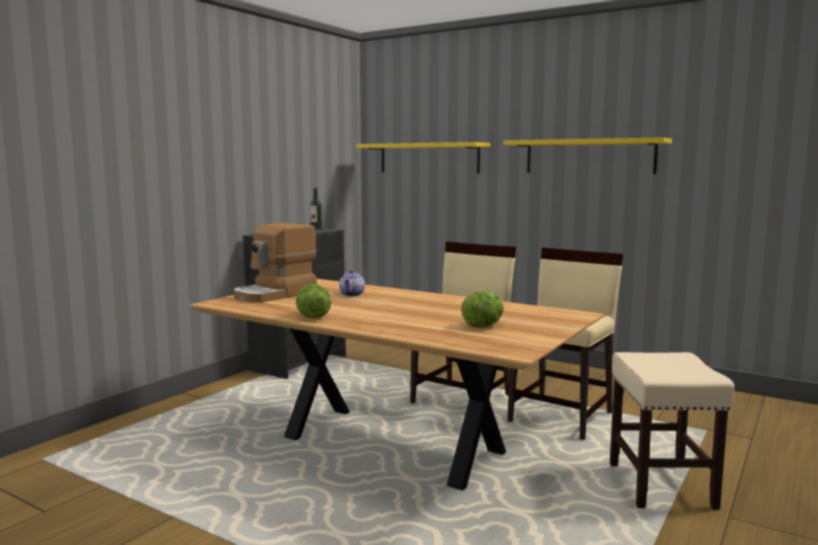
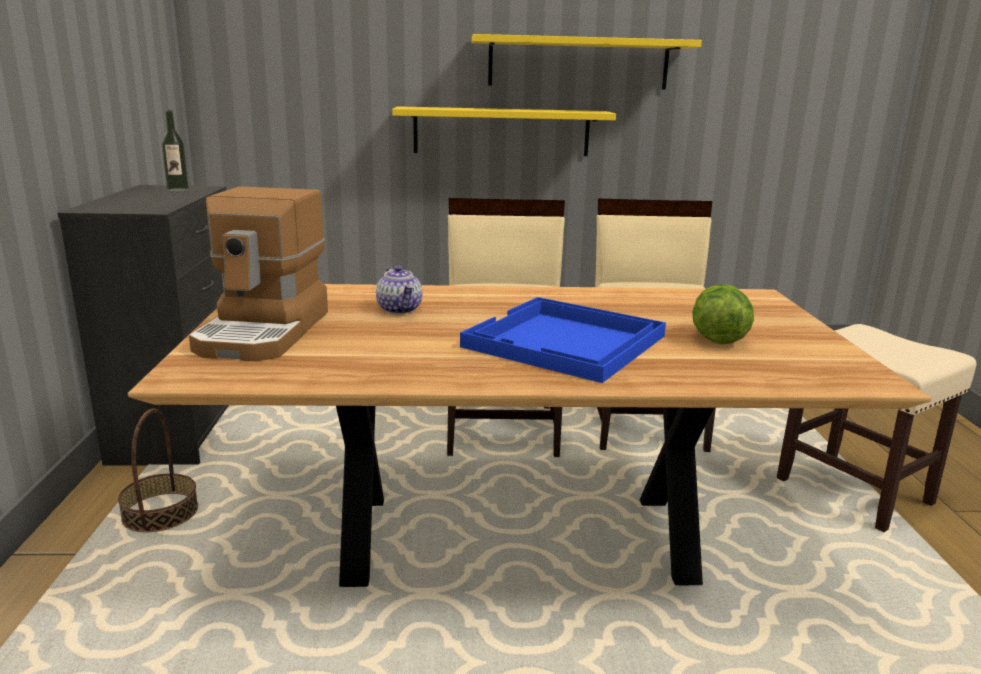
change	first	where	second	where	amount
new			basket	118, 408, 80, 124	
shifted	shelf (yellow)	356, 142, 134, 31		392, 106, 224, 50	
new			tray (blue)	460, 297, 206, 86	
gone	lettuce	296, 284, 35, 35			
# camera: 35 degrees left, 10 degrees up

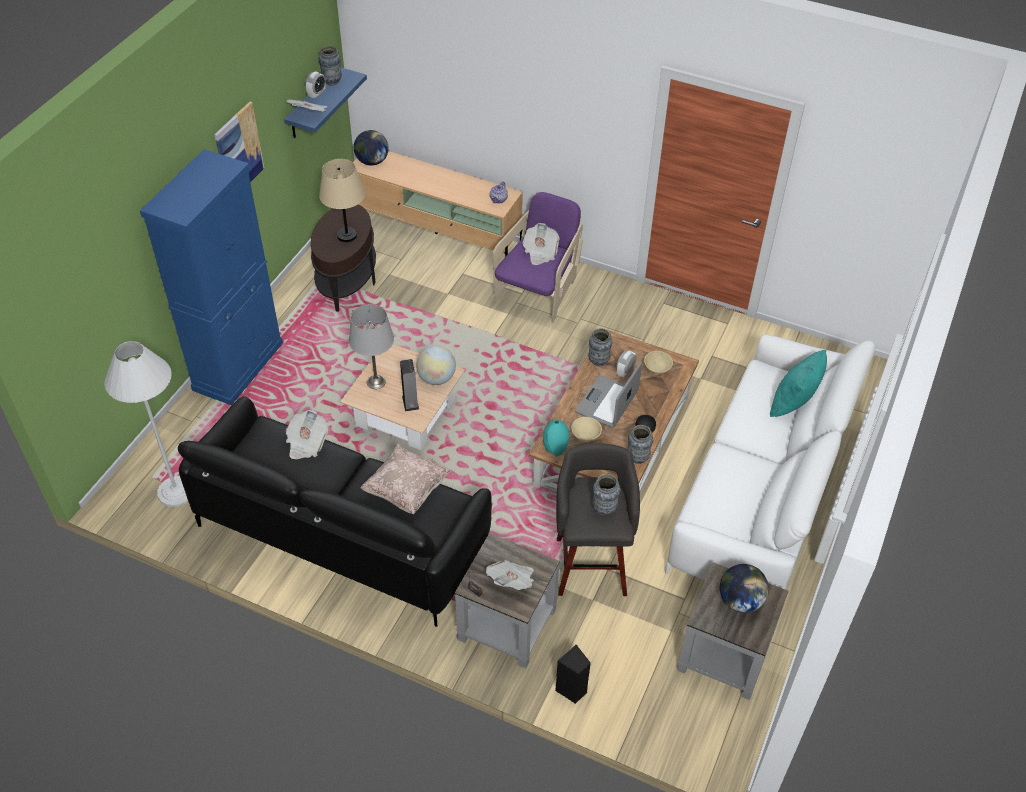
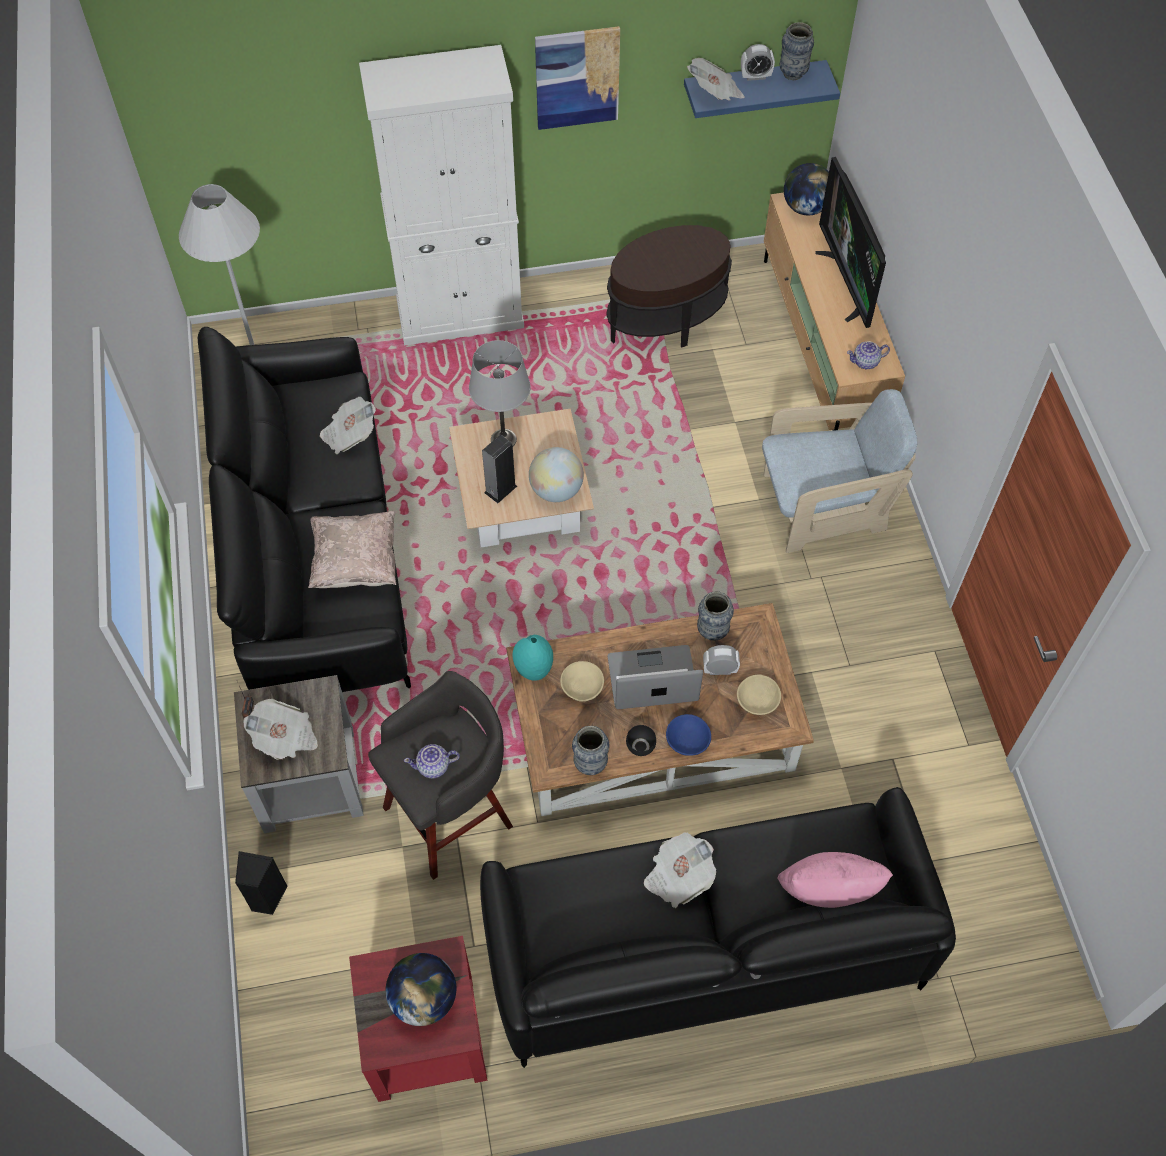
change	first	where	second	where	amount
repainted	side table (grey)	677, 562, 112, 138	side table (red)	349, 936, 138, 166	
repainted	cabinet (blue)	140, 149, 143, 256	cabinet (white)	359, 45, 165, 301	
swapped	vase	592, 474, 28, 41	teapot	404, 744, 56, 34	
repainted	sofa (white)	665, 335, 210, 255	sofa (black)	480, 787, 476, 281	
shifted	newspaper	522, 223, 38, 42		644, 833, 72, 75	
new			bowl (blue)	666, 714, 45, 42	
repainted	armchair (purple)	493, 192, 90, 131	armchair (beige)	762, 389, 155, 164	
repainted	pillow (turquoise)	770, 350, 57, 67	pillow (pink)	777, 852, 116, 56	
new			television	816, 157, 70, 171	
gone	table lamp (beige)	319, 159, 46, 83			
# camera: 55 degrees right, 10 degrees up

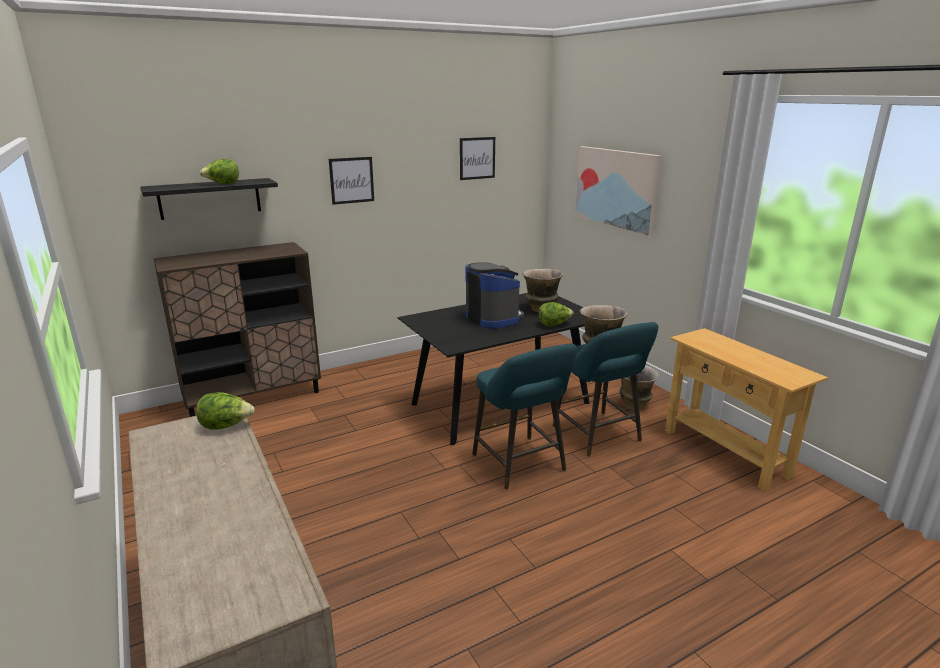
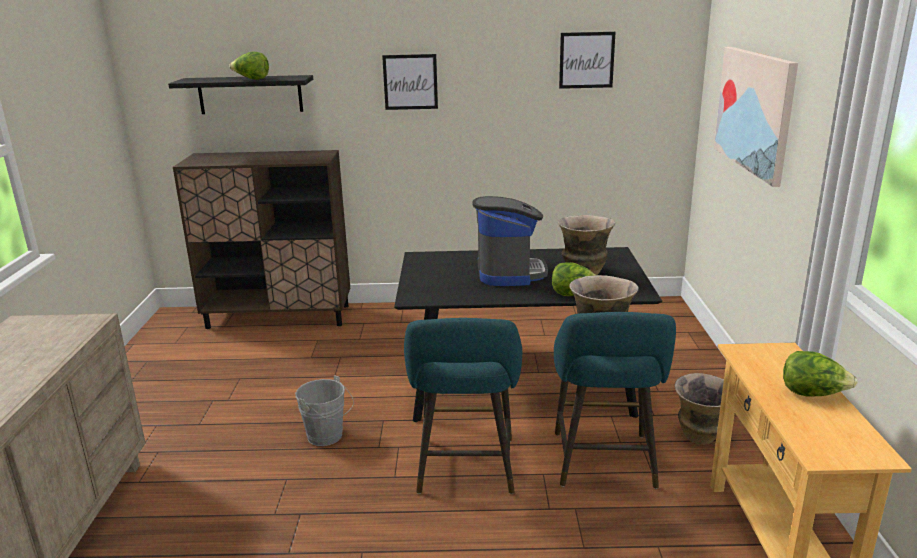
change	first	where	second	where	amount
new			bucket (grey)	295, 375, 59, 71	
shifted	lettuce	196, 392, 59, 38		783, 351, 75, 45	
# camera: 30 degrees right, 0 degrees up

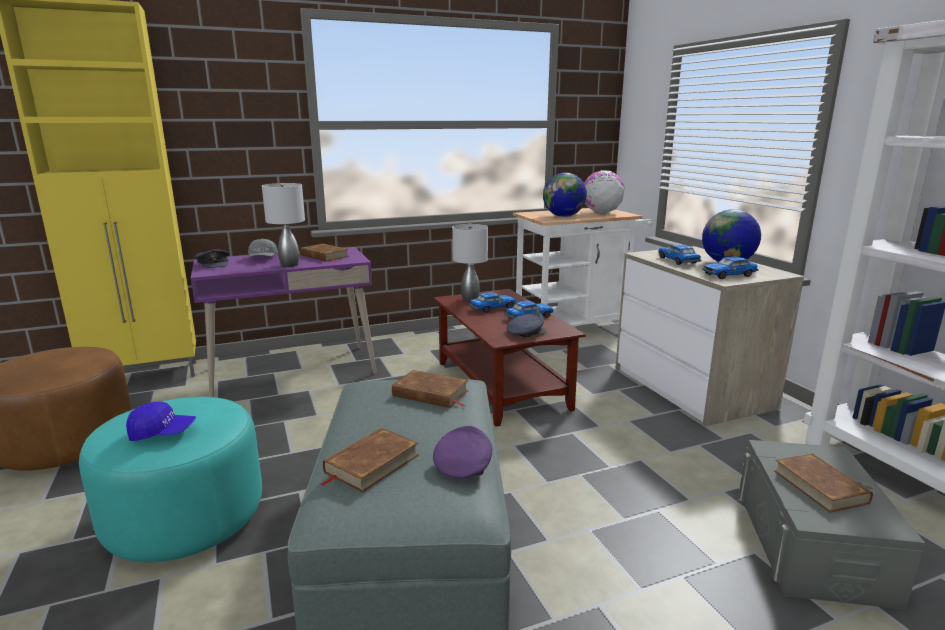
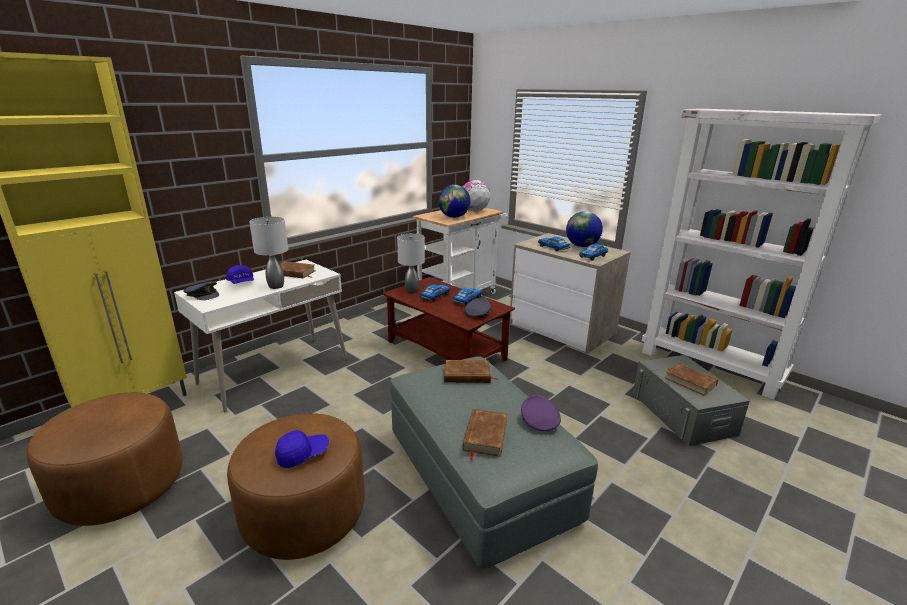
change	first	where	second	where	amount
repainted	desk (purple)	191, 247, 186, 150	desk (white)	174, 260, 173, 152	
repainted	cap (grey)	248, 239, 30, 18	cap (blue)	226, 265, 28, 19	
repainted	ottoman (turquoise)	79, 397, 183, 165	ottoman (brown)	227, 413, 138, 147	
# camera: 25 degrees left, 5 degrees up

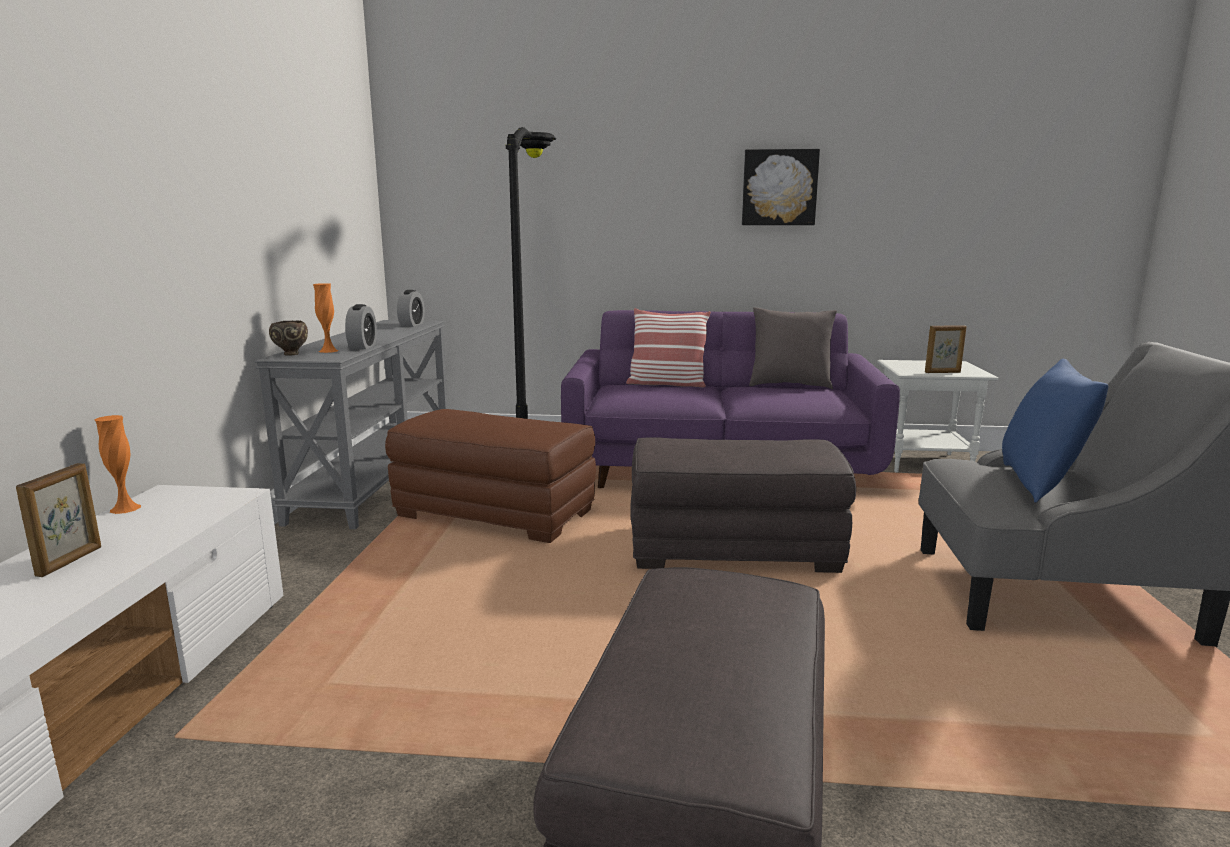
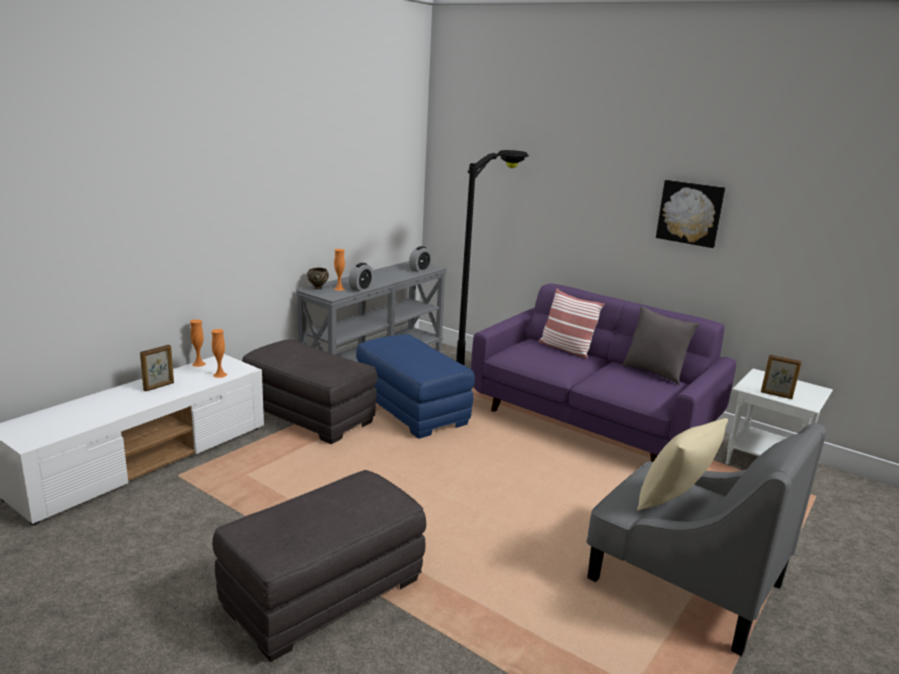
change	first	where	second	where	amount
new			vase (orange)	211, 329, 16, 49	
shifted	ottoman (grey)	630, 437, 226, 136		242, 340, 135, 104	
repainted	ottoman (brown)	385, 409, 211, 134	ottoman (blue)	356, 335, 119, 104	
repainted	pillow (blue)	1002, 359, 106, 144	pillow (beige)	637, 418, 91, 93	
# camera: 30 degrees right, 5 degrees up

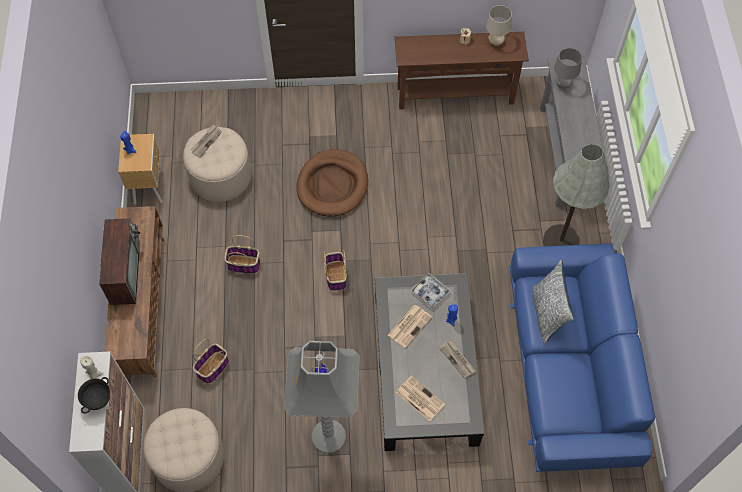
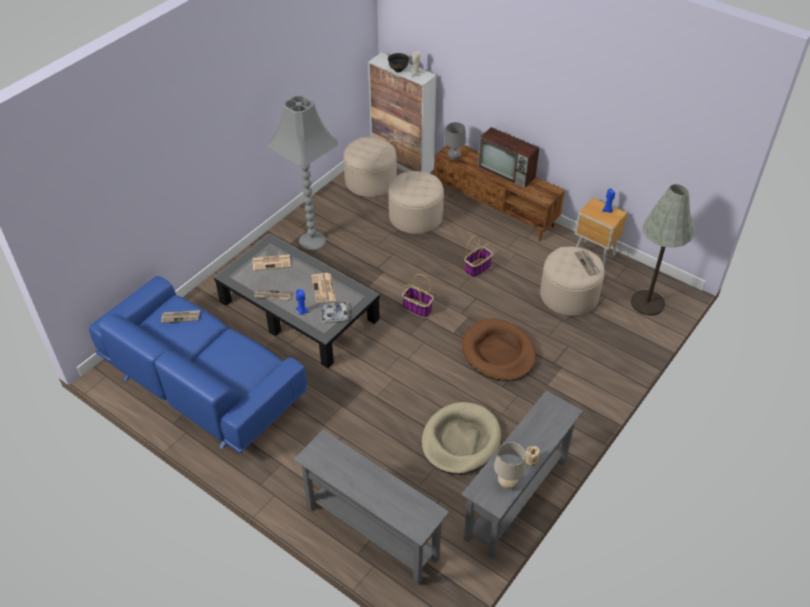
change	first	where	second	where	amount
new			newspaper	161, 310, 39, 13	
swapped	basket	193, 339, 36, 45	ottoman (beige)	389, 171, 55, 63	
new			dog bed (beige)	422, 402, 79, 72	
shifted	table lamp (grey)	554, 48, 28, 40		444, 122, 22, 38	
repainted	console table (brown)	395, 32, 134, 77	console table (grey)	461, 390, 122, 169	
shifted	floor lamp (grey)	543, 144, 66, 102		631, 184, 63, 132	
gone	pillow	533, 260, 41, 84			
# camera: 130 degrees right, 15 degrees down

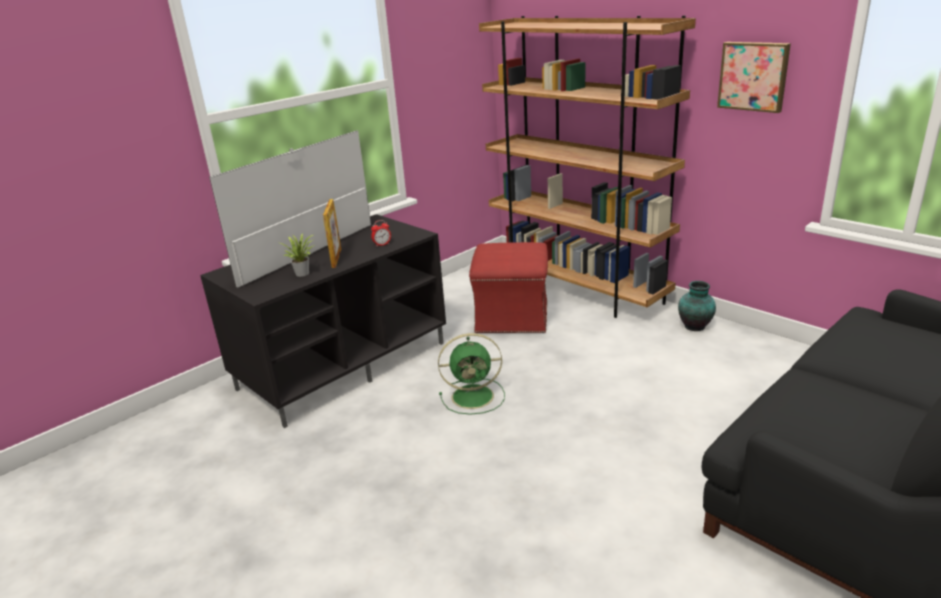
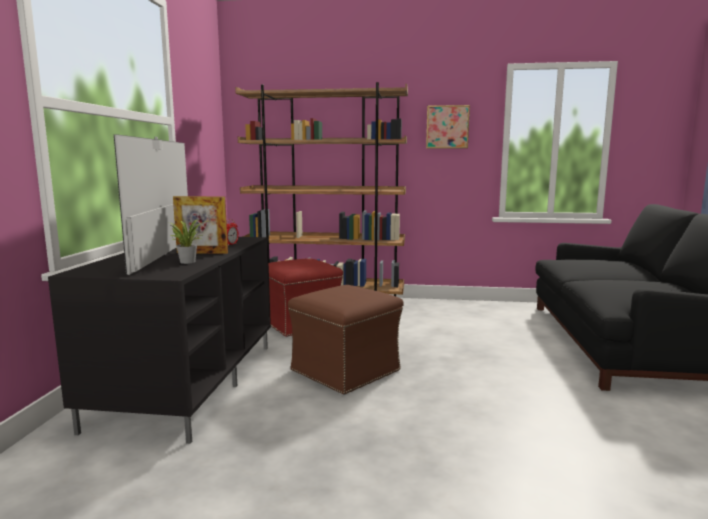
change	first	where	second	where	amount
rotated	picture frame	323, 199, 18, 69		173, 196, 55, 58	135 degrees clockwise
swapped	fan (green)	438, 333, 67, 82	ottoman (brown)	288, 285, 116, 110	
gone	vase	678, 281, 38, 50			
# camera: 40 degrees left, 15 degrees down

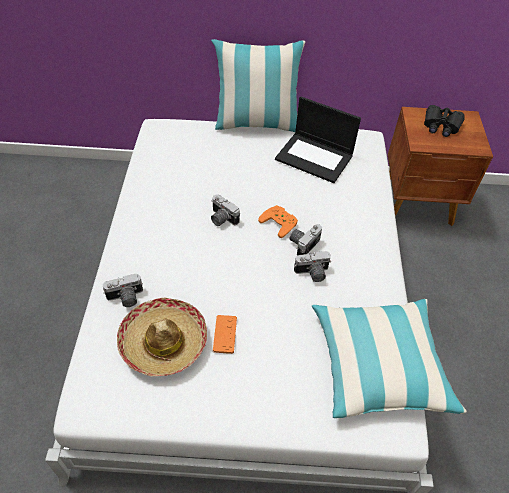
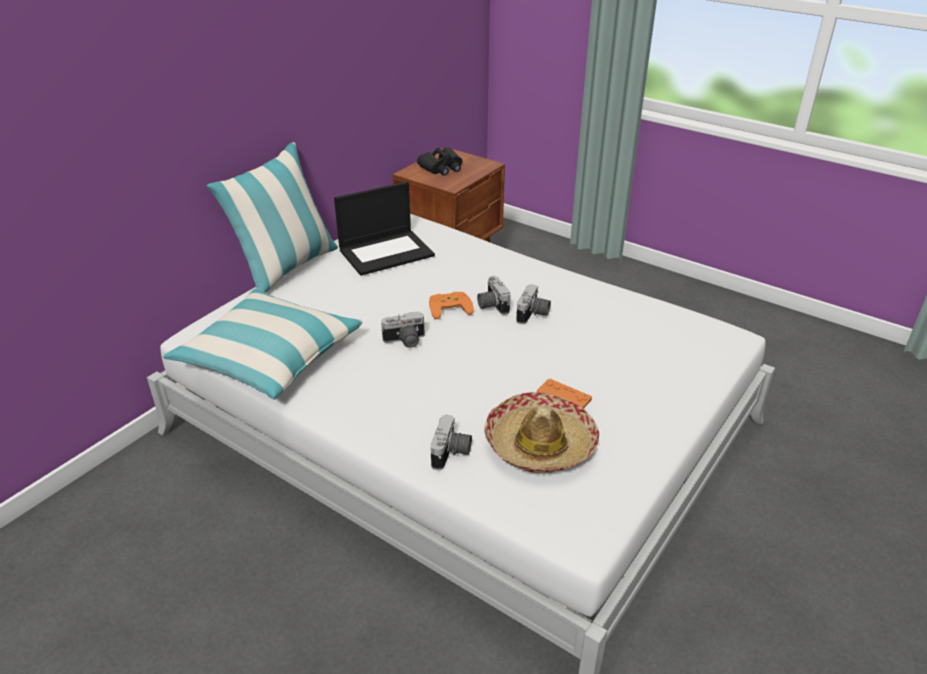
change	first	where	second	where	amount
shifted	pillow	312, 299, 155, 119		163, 288, 199, 111	
# camera: 55 degrees left, 15 degrees down

